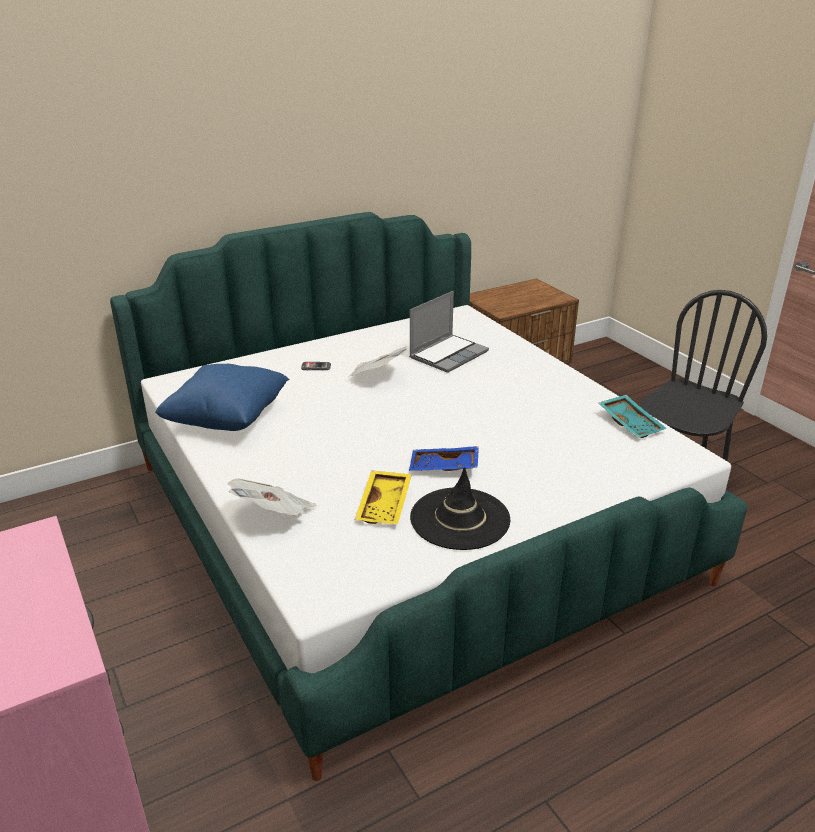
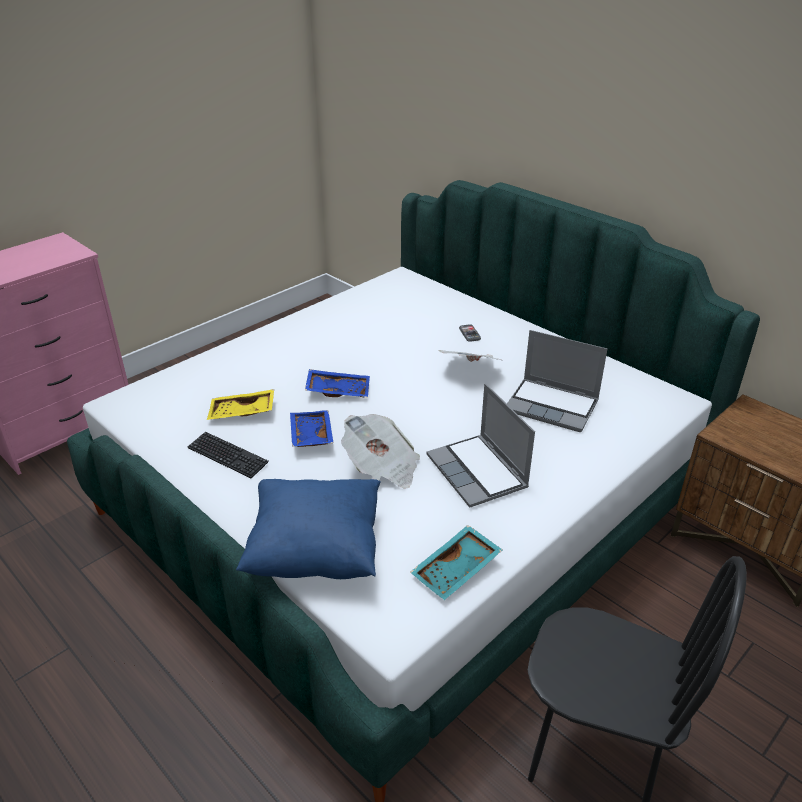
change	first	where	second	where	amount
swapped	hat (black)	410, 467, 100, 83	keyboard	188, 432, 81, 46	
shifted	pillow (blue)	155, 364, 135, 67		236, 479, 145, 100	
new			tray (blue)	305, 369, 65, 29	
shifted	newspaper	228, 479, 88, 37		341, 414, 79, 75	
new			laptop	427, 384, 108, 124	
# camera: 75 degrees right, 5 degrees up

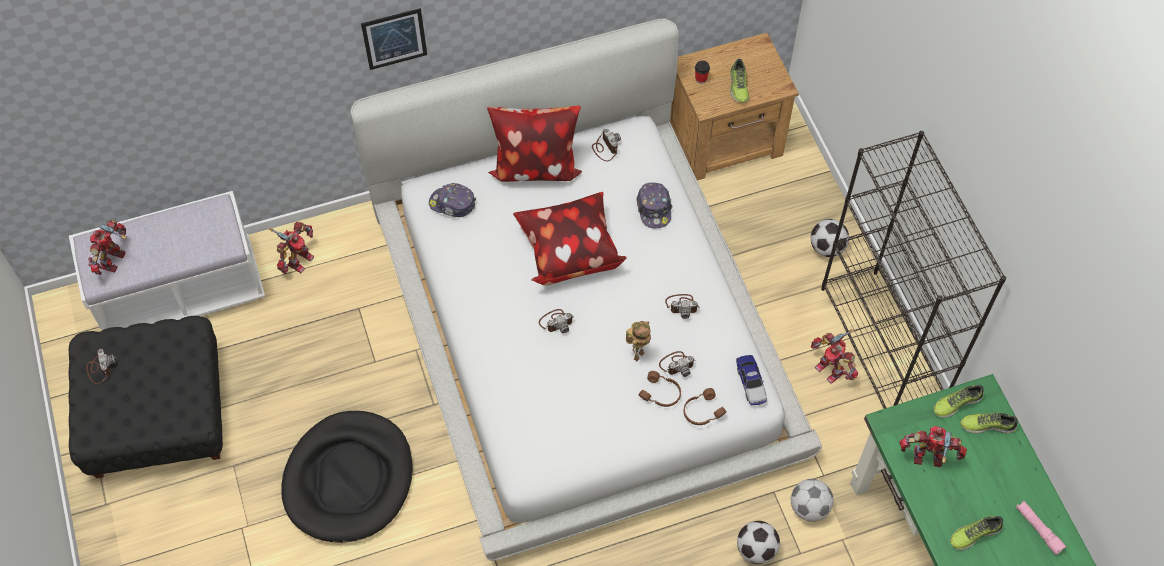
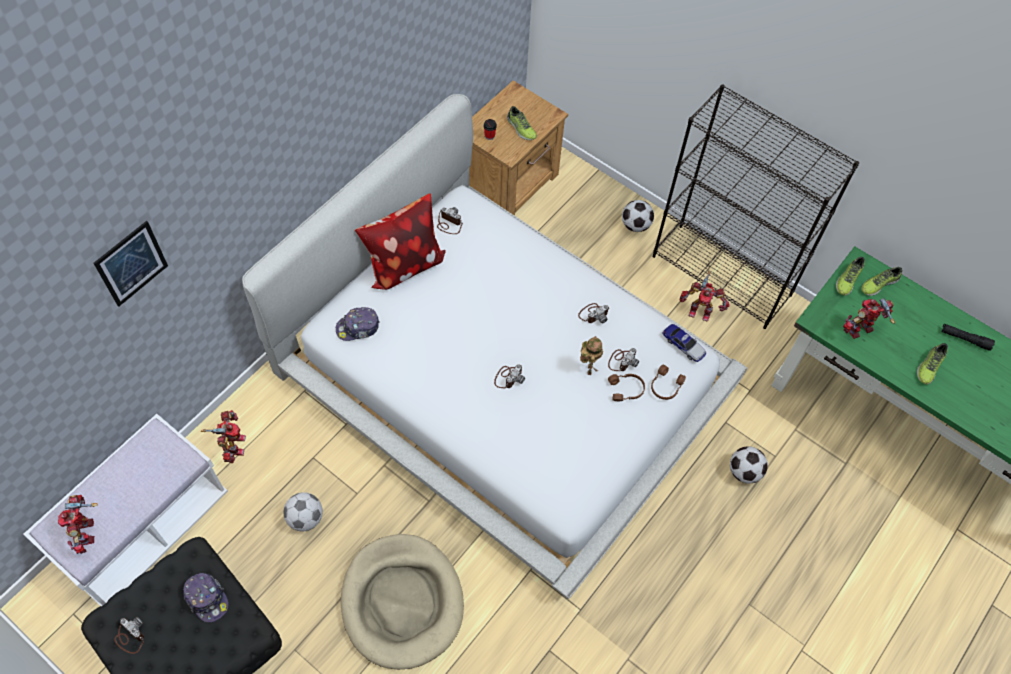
change	first	where	second	where	amount
shifted	picture	361, 8, 66, 62		93, 221, 75, 86	
shifted	cap	637, 183, 36, 45		183, 573, 46, 49	
shifted	football	791, 479, 43, 43		283, 492, 40, 39	
repainted	dog bed (black)	281, 411, 132, 131	dog bed (beige)	341, 534, 123, 135	
repainted	flashlight (pink)	1016, 500, 50, 55	flashlight (black)	941, 324, 54, 27	
gone	pillow	513, 192, 114, 94			
# camera: 35 degrees left, 0 degrees up

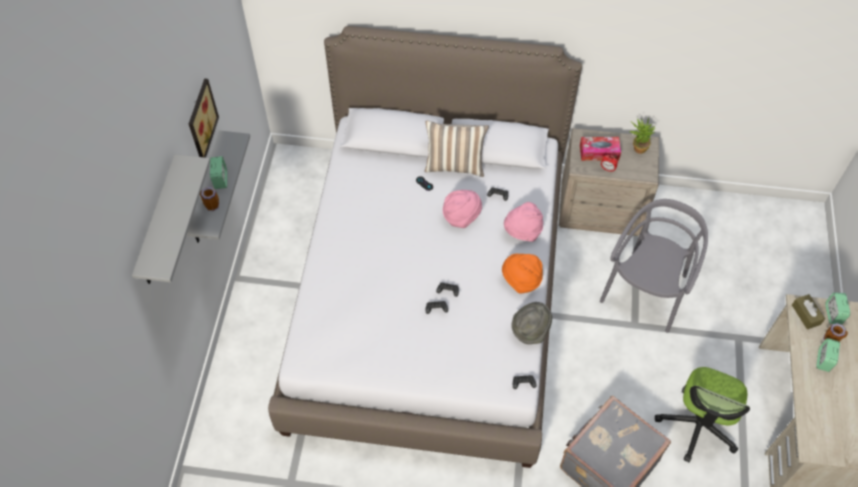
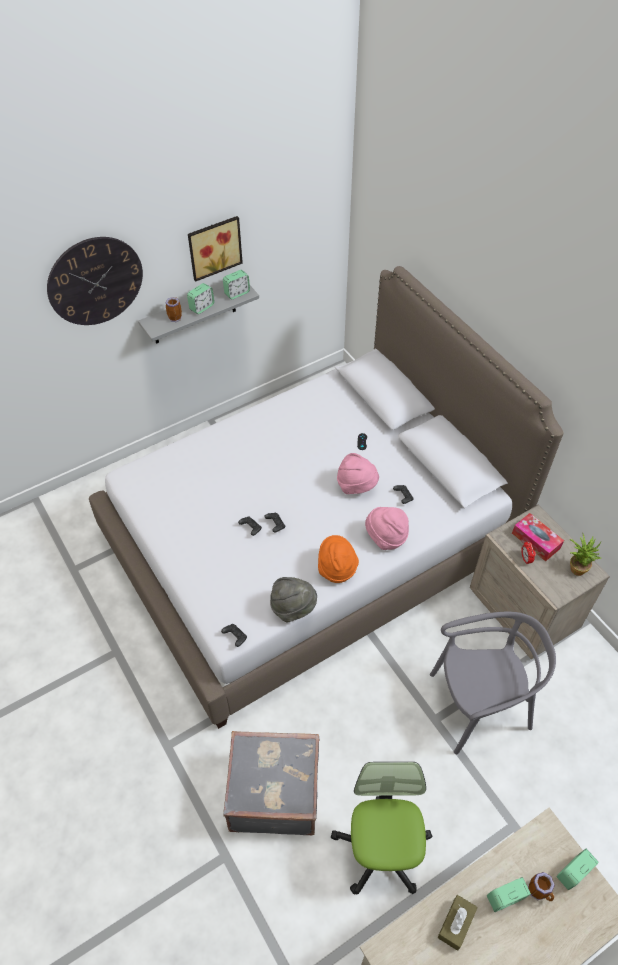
change	first	where	second	where	amount
swapped	shelf (grey)	132, 154, 78, 130	wall clock	47, 237, 96, 88	
new			alarm clock	223, 270, 27, 29	
rotated	office chair	655, 367, 95, 95		331, 762, 101, 133	105 degrees clockwise
shifted	tissue box (brown)	792, 294, 33, 35		438, 895, 40, 56	
gone	pillow	425, 120, 64, 57			
# camera: 50 degrees right, 5 degrees down

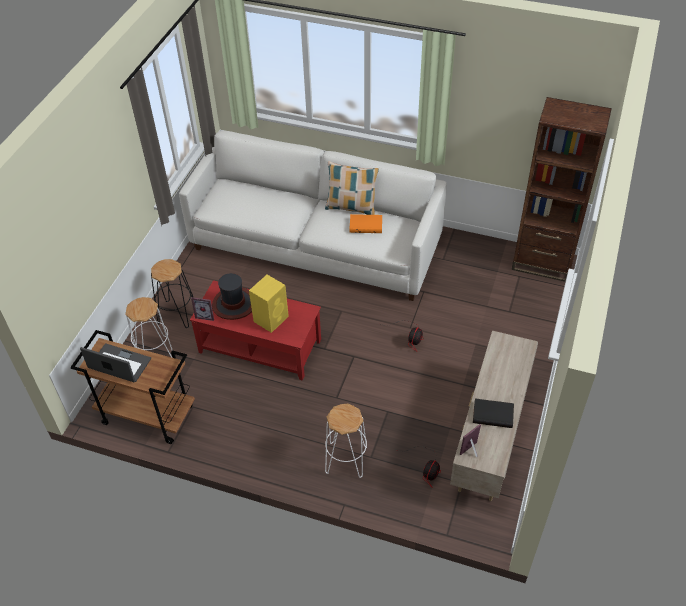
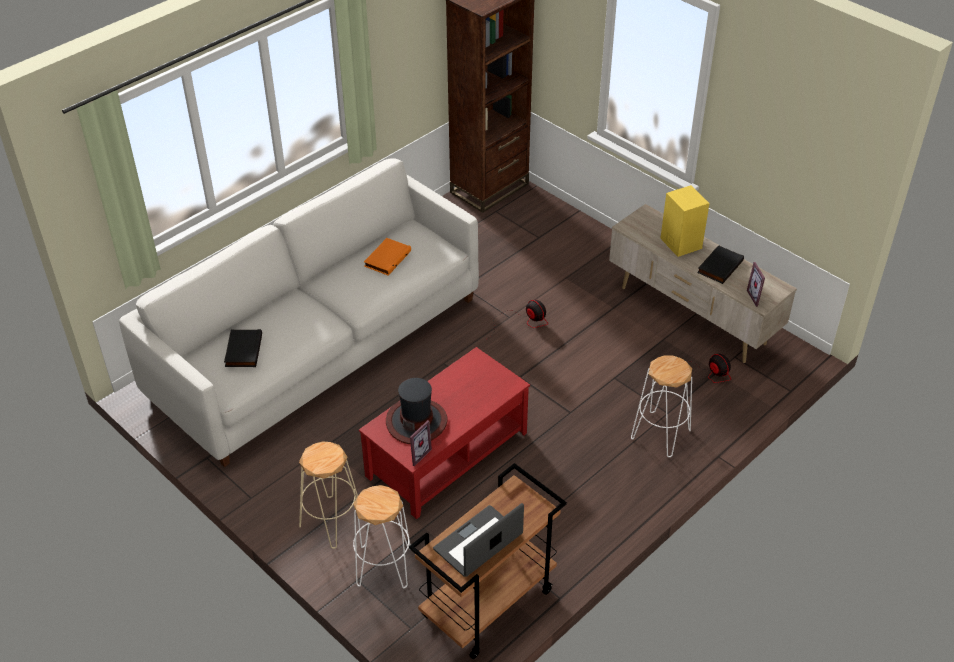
change	first	where	second	where	amount
new			book (black)	224, 329, 38, 38	
repainted	stool (black)	151, 259, 43, 69	stool (beige)	299, 441, 59, 108	
shifted	speaker (yellow)	249, 275, 40, 58		660, 185, 49, 72	
gone	pillow	325, 161, 54, 54			
# camera: 65 degrees left, 5 degrees down

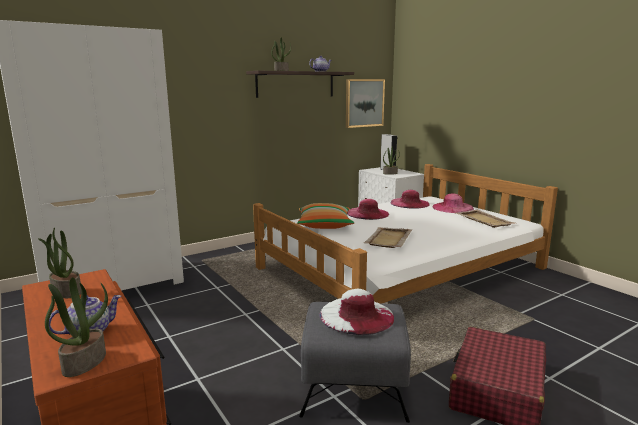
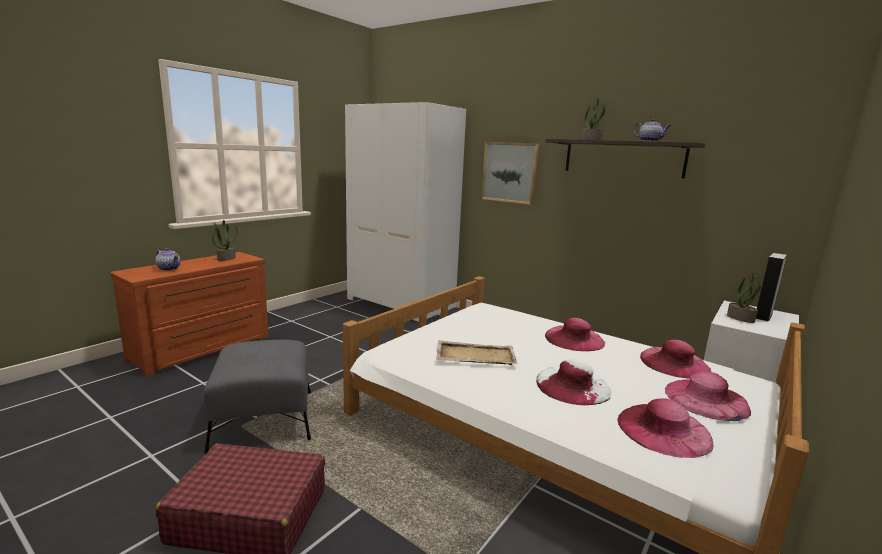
change	first	where	second	where	amount
shifted	picture	346, 79, 39, 49		481, 142, 58, 63	
shifted	hat (white)	319, 289, 75, 46		536, 359, 76, 46	
swapped	tray (beige)	456, 210, 60, 18	hat (pink)	617, 398, 96, 60	
gone	potted plant	45, 277, 63, 100			
gone	pillow	297, 203, 57, 26			
# camera: 70 degrees right, 0 degrees up

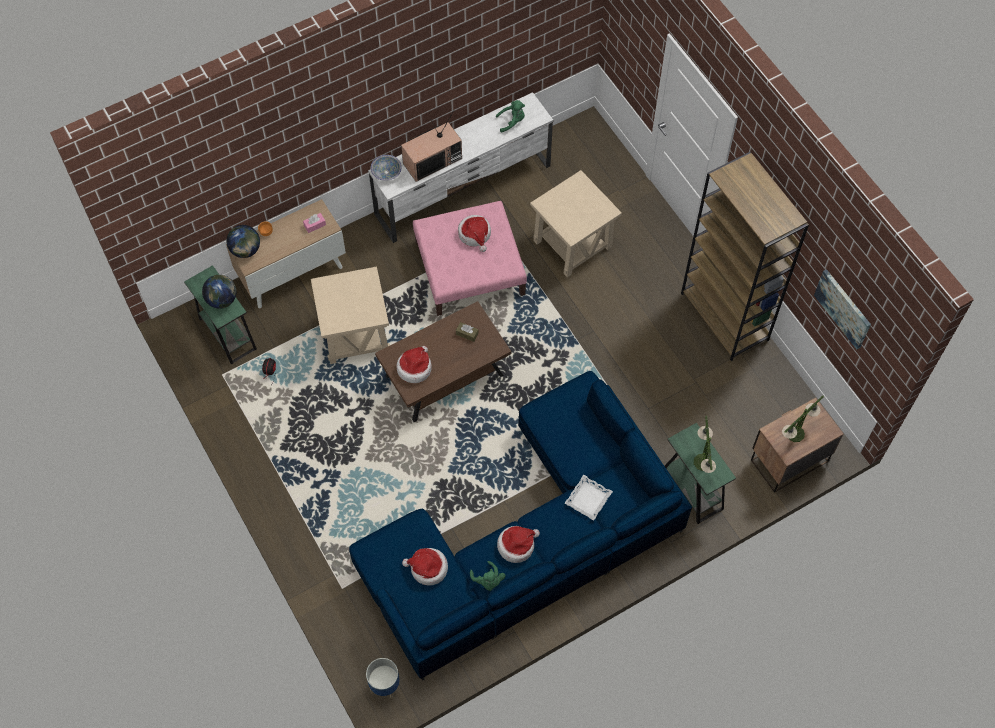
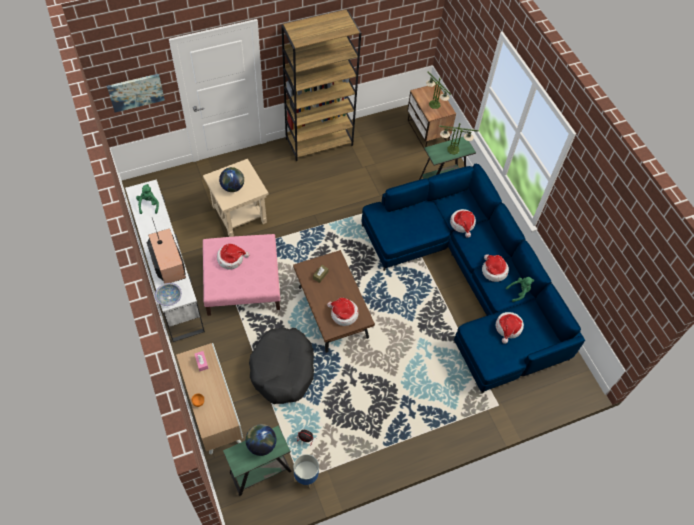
change	first	where	second	where	amount
shifted	picture	814, 269, 57, 80		107, 74, 58, 38	
shifted	globe	226, 225, 34, 33		219, 167, 25, 25	
swapped	side table (beige)	311, 267, 79, 97	dog bed (black)	249, 328, 65, 76	
shifted	planter	366, 658, 34, 41		293, 454, 26, 35	
swapped	tray (white)	564, 474, 49, 47	hat	450, 209, 26, 29	
# camera: 85 degrees left, 5 degrees down

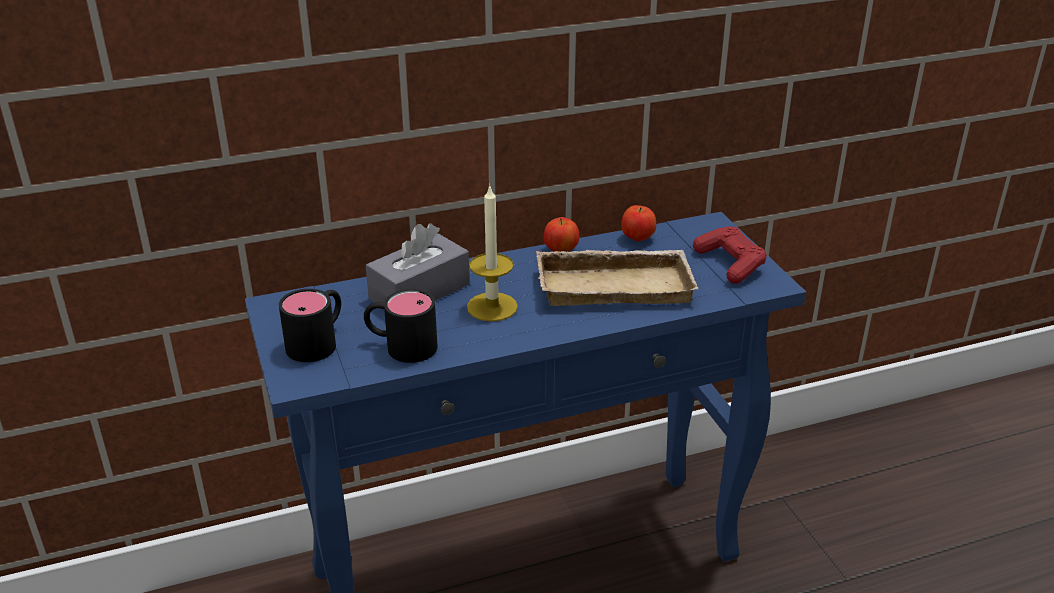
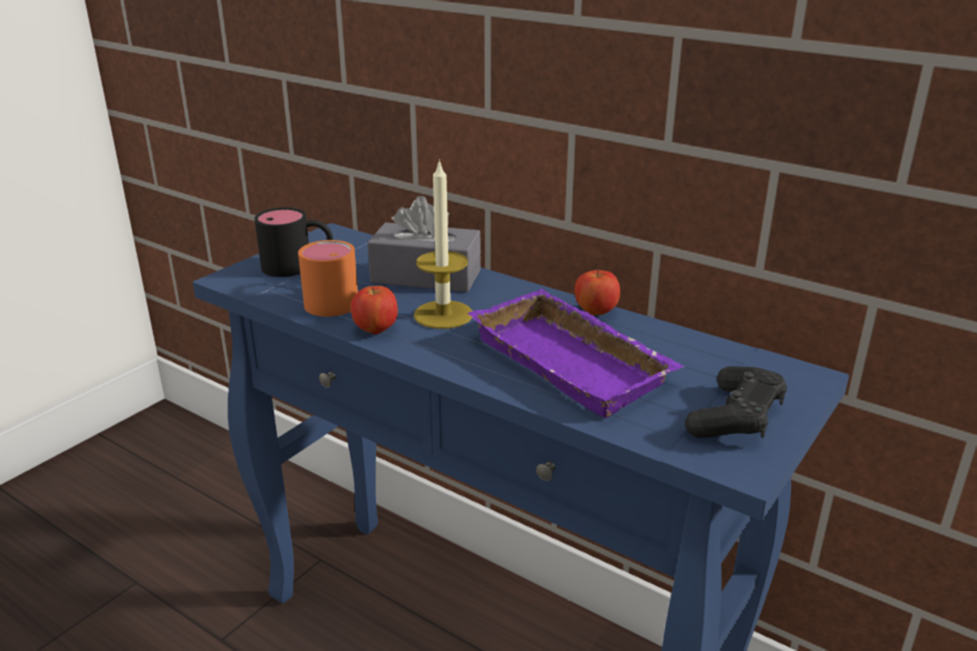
change	first	where	second	where	amount
repainted	mug (black)	364, 289, 74, 74	mug (orange)	298, 240, 60, 77	
shifted	apple	621, 205, 35, 37		351, 286, 47, 48	
repainted	tray (beige)	536, 250, 163, 56	tray (purple)	468, 289, 216, 129	
repainted	game controller (red)	693, 226, 74, 58	game controller (black)	685, 366, 102, 72	
# camera: 55 degrees right, 5 degrees down

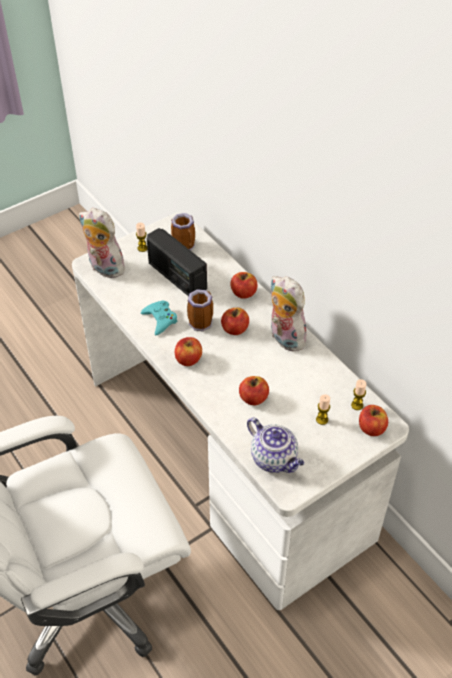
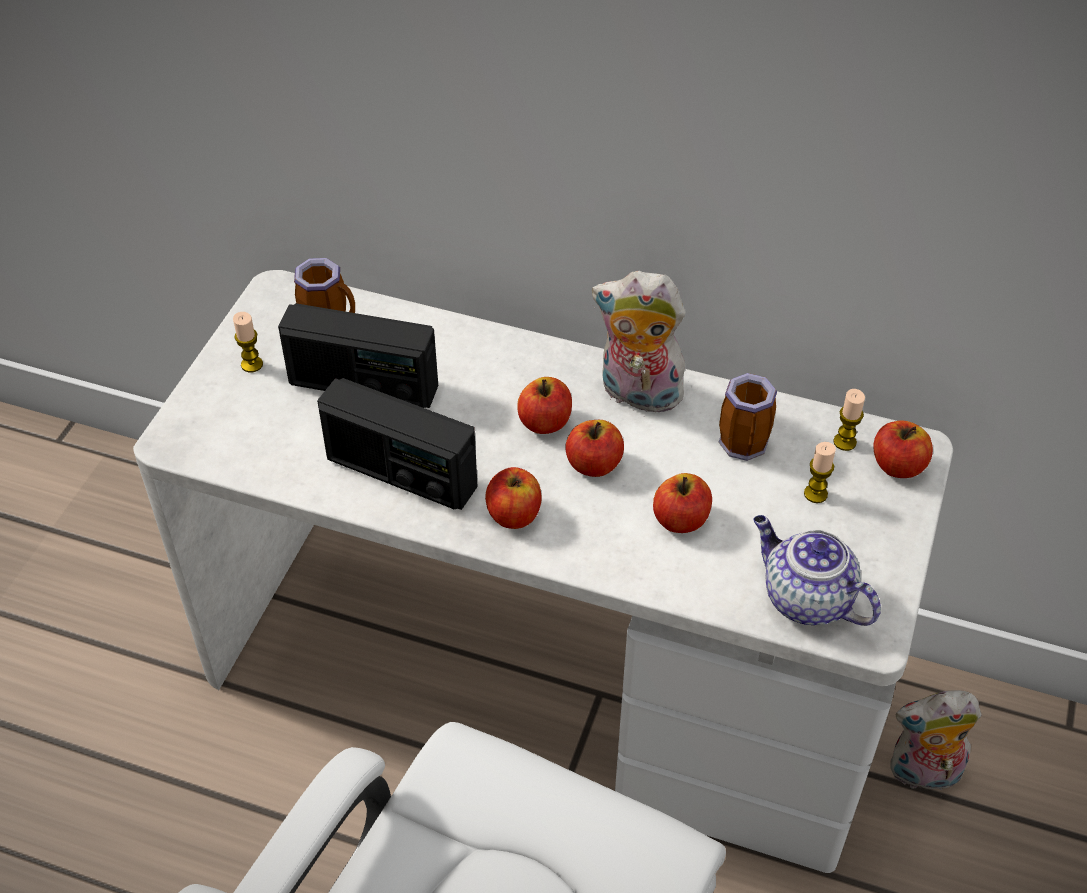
change	first	where	second	where	amount
swapped	game controller (turquoise)	141, 301, 37, 34	radio	317, 378, 160, 132	
shifted	apple	231, 272, 26, 27		565, 420, 59, 57	
shifted	mug	187, 289, 26, 42		719, 373, 58, 88	
rotated	teapot	247, 417, 57, 56		753, 515, 128, 111	150 degrees counterclockwise
shifted	plush toy	79, 208, 46, 71		890, 690, 92, 100	
# camera: 35 degrees left, 0 degrees up

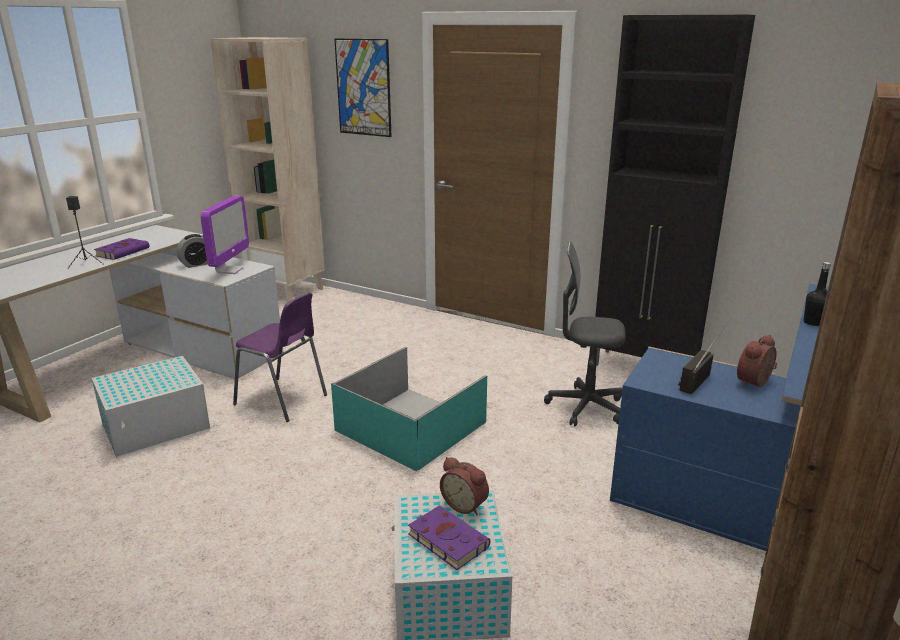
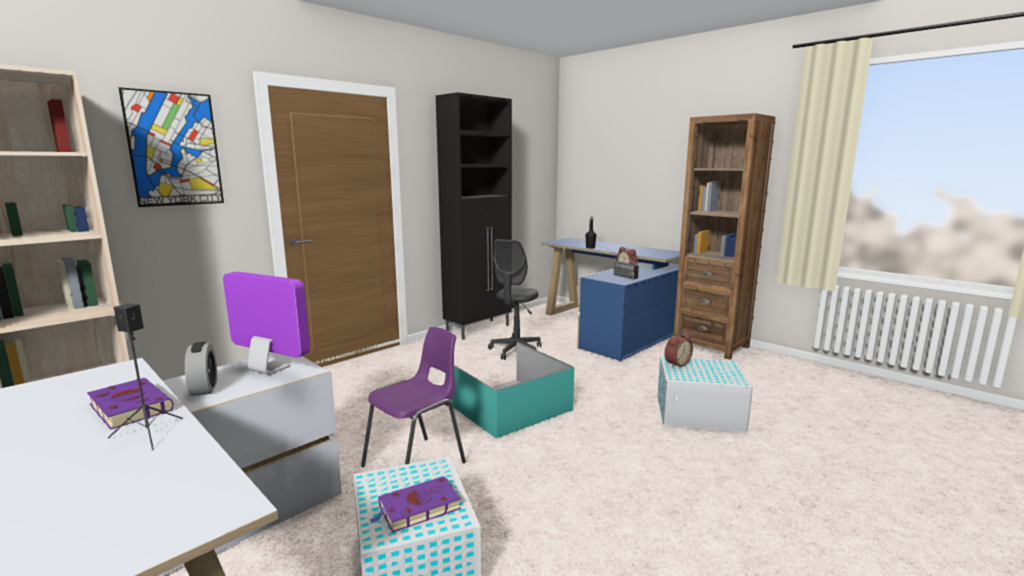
change	first	where	second	where	amount
shifted	book (purple)	408, 505, 82, 65		370, 476, 91, 57	
# camera: 75 degrees left, 10 degrees down

